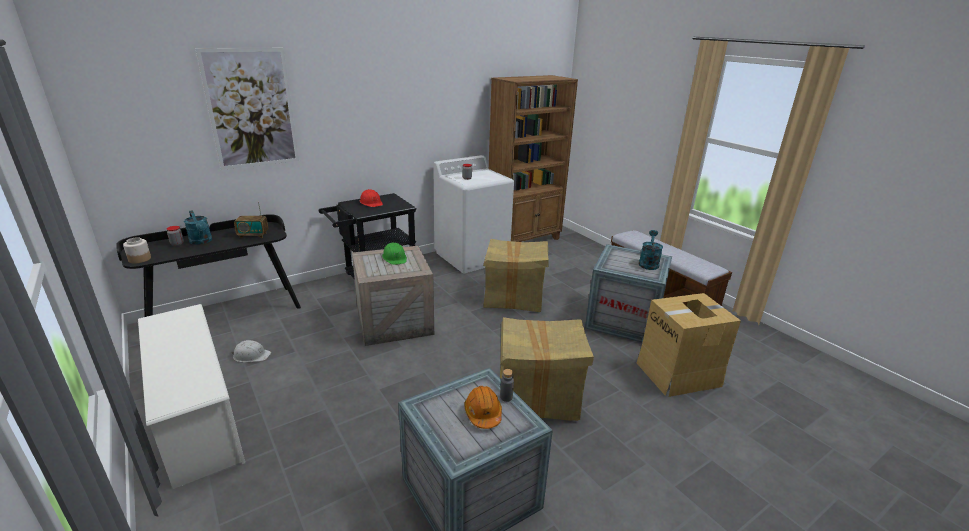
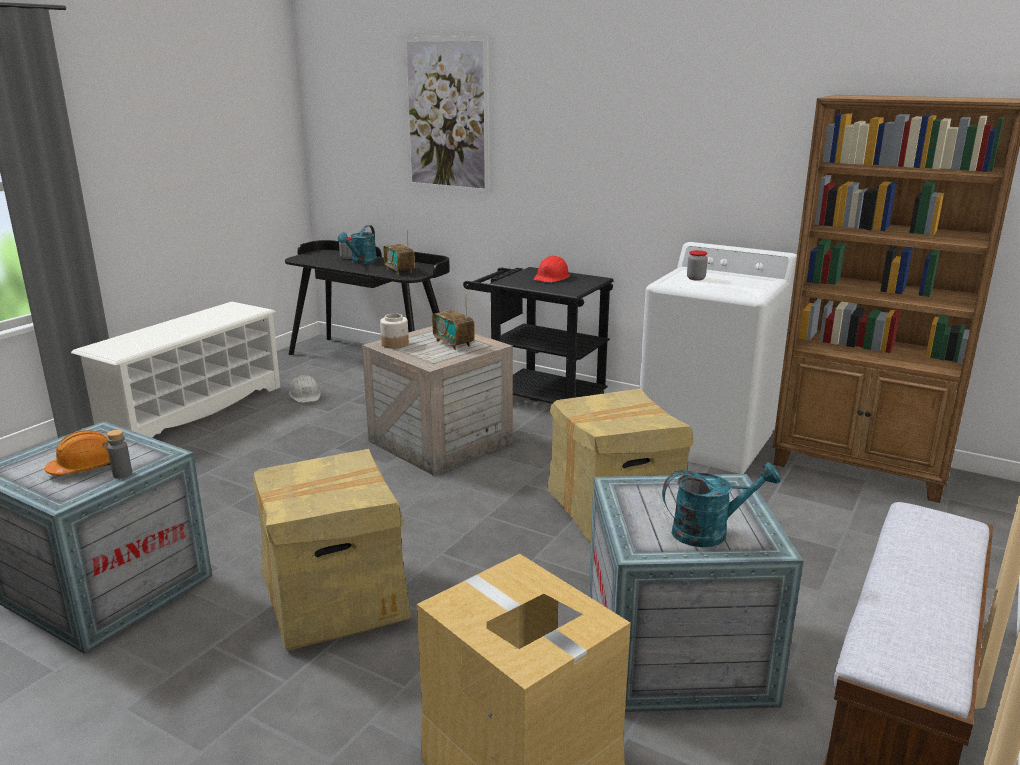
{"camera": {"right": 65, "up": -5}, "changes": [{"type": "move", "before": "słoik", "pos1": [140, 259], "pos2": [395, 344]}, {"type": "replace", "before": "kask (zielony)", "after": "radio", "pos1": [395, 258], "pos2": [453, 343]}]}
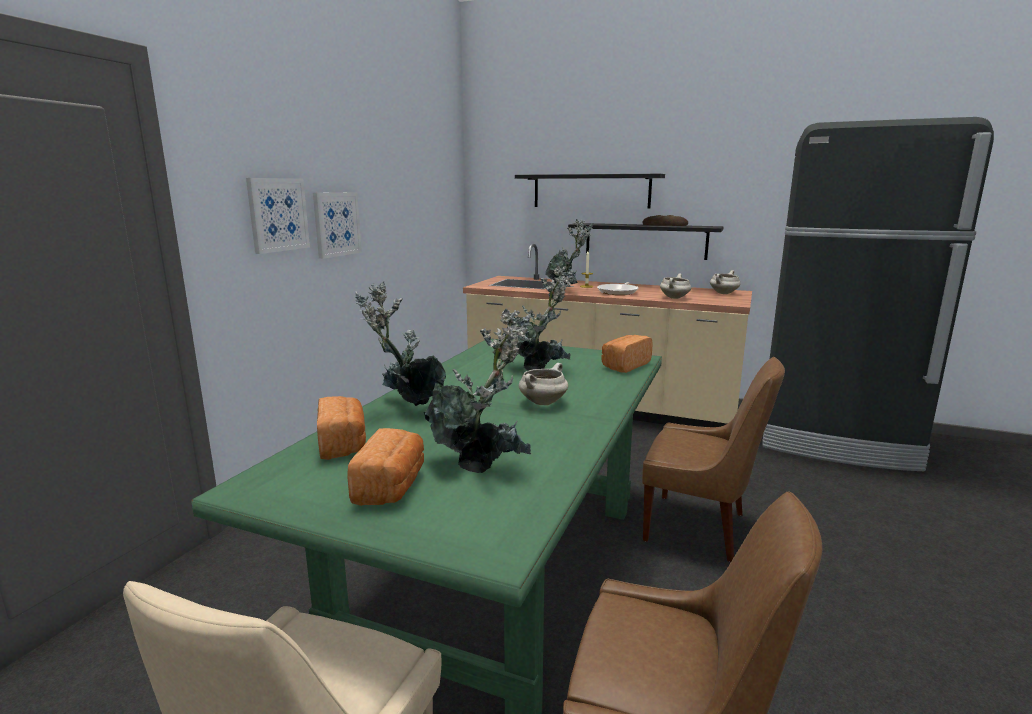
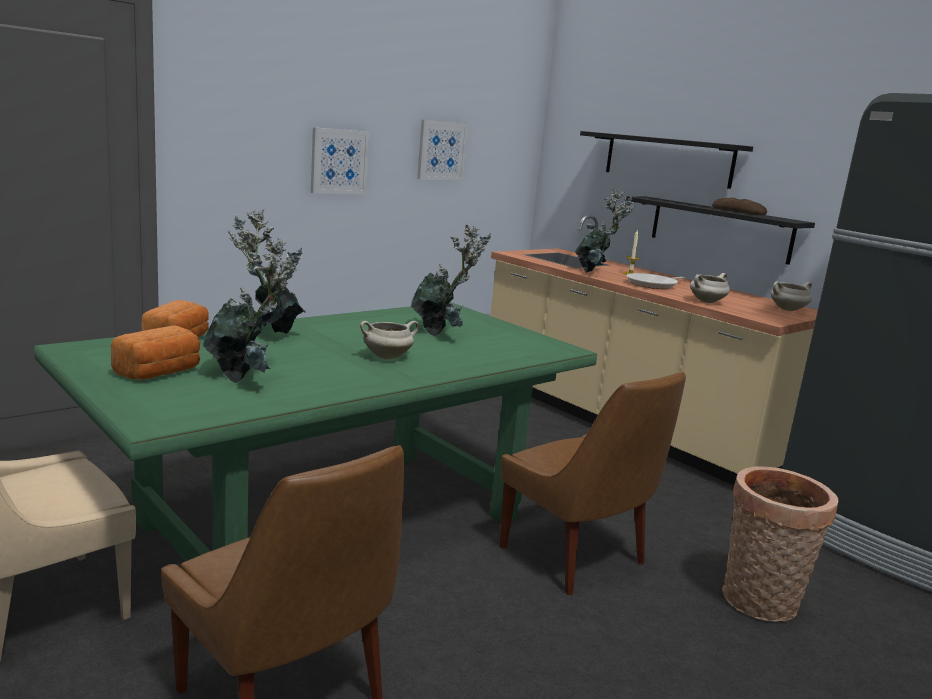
{"camera": {"right": 25, "up": 0}, "changes": [{"type": "move", "before": "obraz", "pos1": [278, 214], "pos2": [441, 150]}, {"type": "delete", "before": "chleb", "pos1": [624, 365]}, {"type": "insert", "after": "koszyk", "pos2": [759, 604]}]}
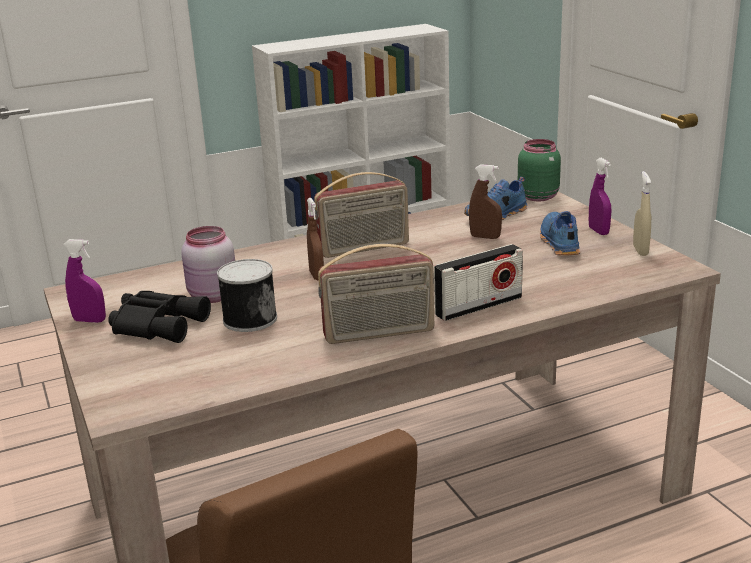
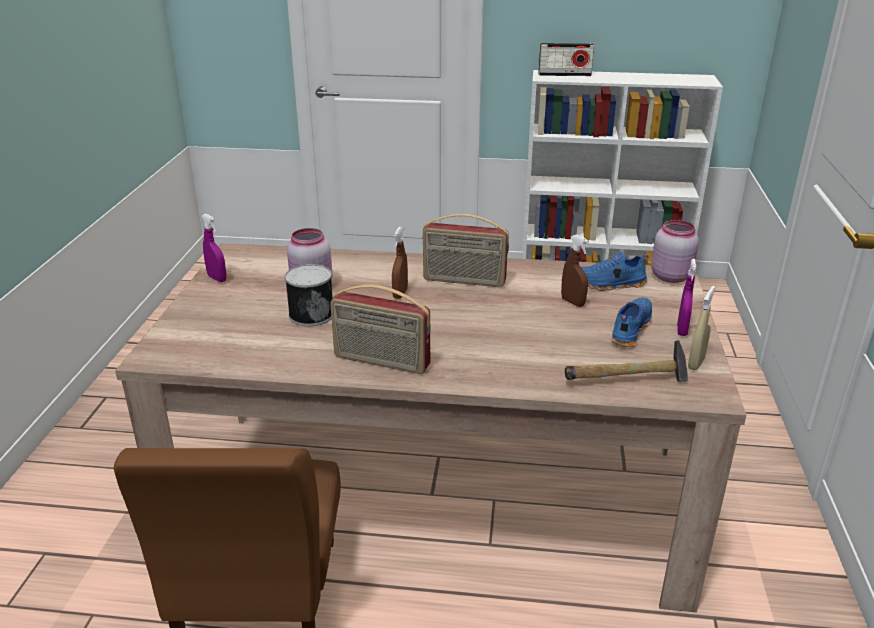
{"camera": {"right": 30, "up": 5}, "changes": [{"type": "recolor", "before": "słoik (zielony)", "after": "słoik (różowy)", "pos1": [538, 196], "pos2": [671, 276]}, {"type": "move", "before": "radio", "pos1": [478, 306], "pos2": [564, 74]}, {"type": "delete", "before": "lornetka (czarny)", "pos1": [159, 324]}, {"type": "insert", "after": "młotek", "pos2": [628, 381]}]}
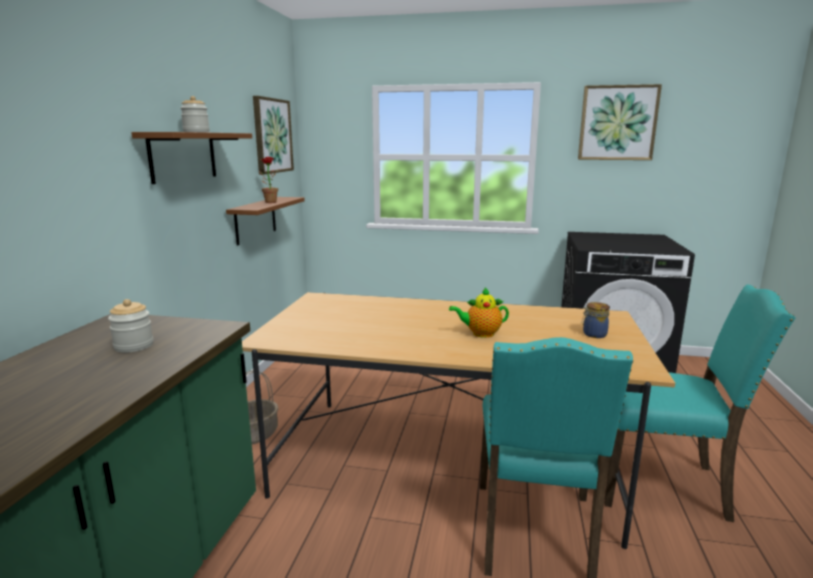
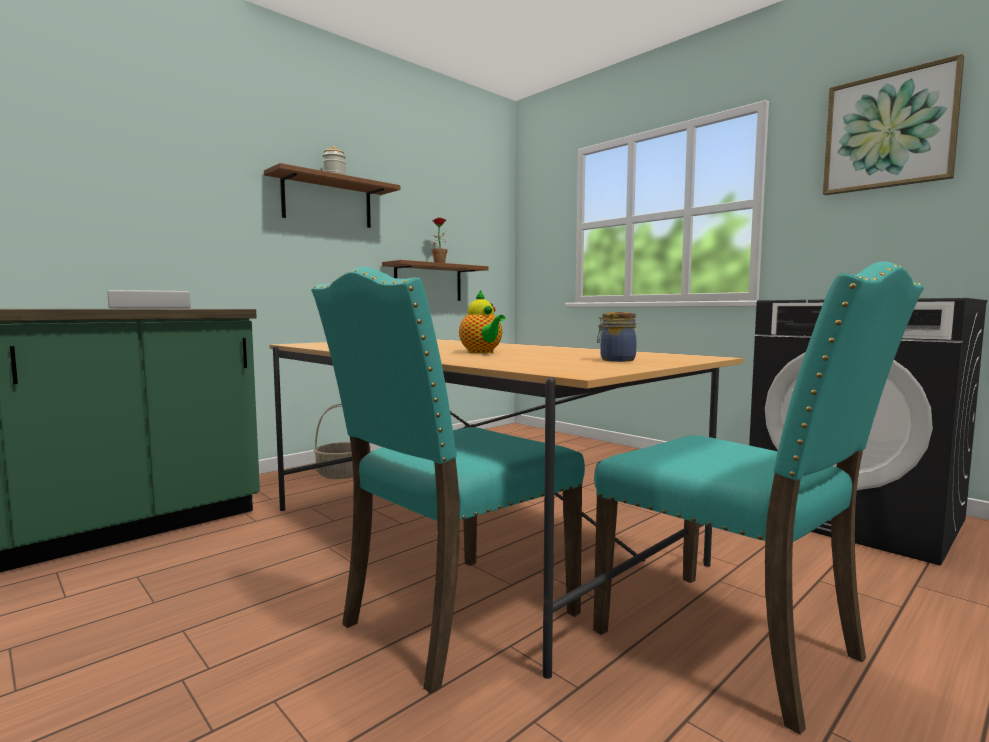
{"camera": {"right": 35, "up": -10}, "changes": [{"type": "delete", "before": "obraz", "pos1": [272, 136]}, {"type": "rotate", "before": "imbryk", "pos1": [480, 334], "pos2": [482, 352], "turn": -150}, {"type": "replace", "before": "słoik", "after": "taca (szary)", "pos1": [134, 346], "pos2": [152, 308]}]}
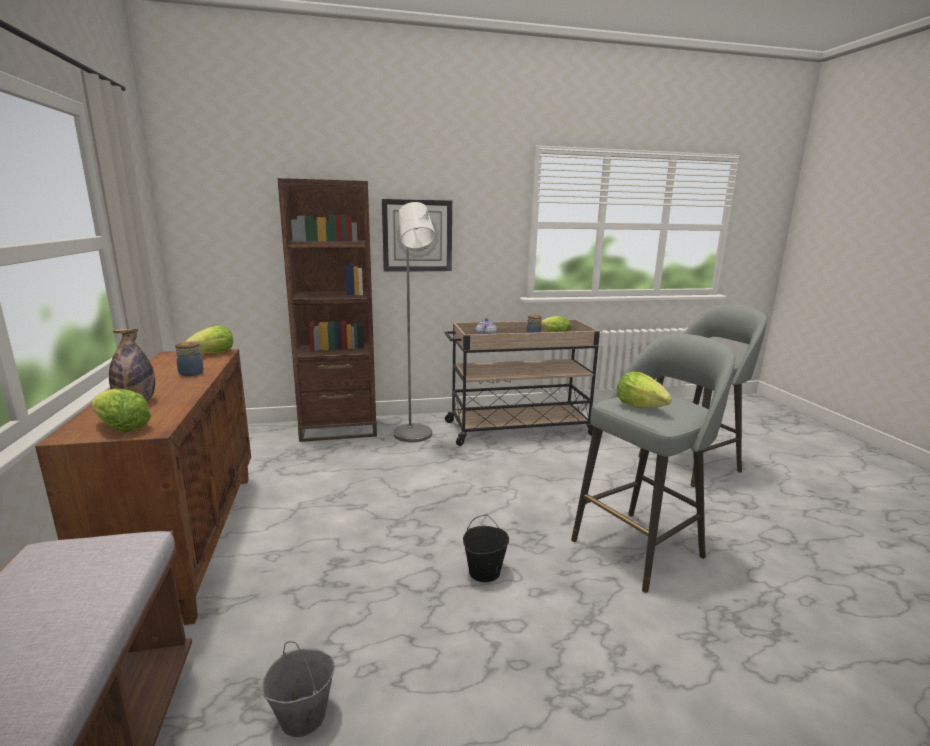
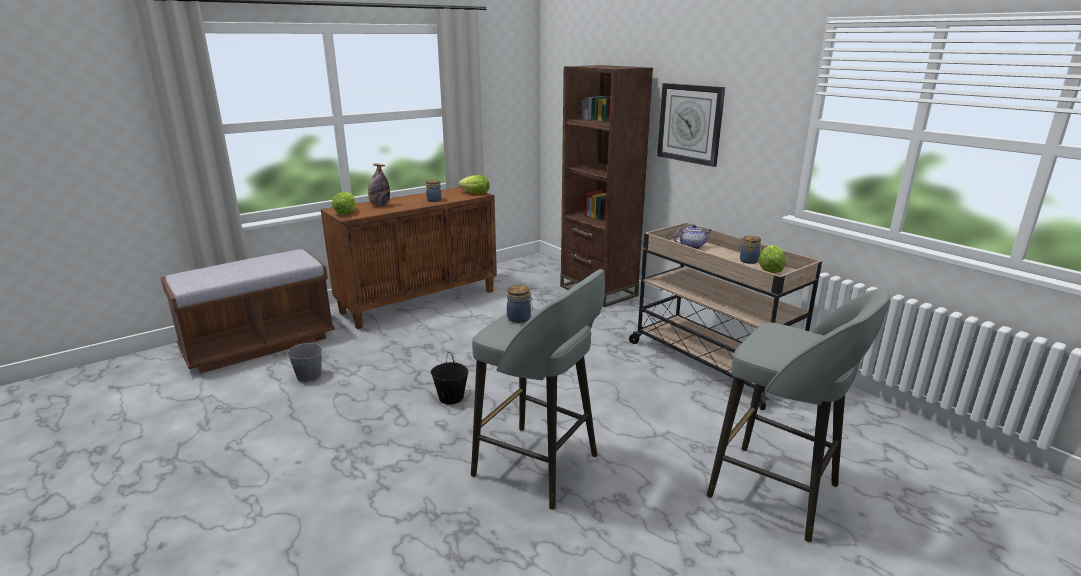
{"camera": {"right": 65, "up": 5}, "changes": [{"type": "delete", "before": "lampa stojąca (szary)", "pos1": [415, 437]}, {"type": "replace", "before": "sałata", "after": "słoik", "pos1": [640, 406], "pos2": [520, 318]}]}
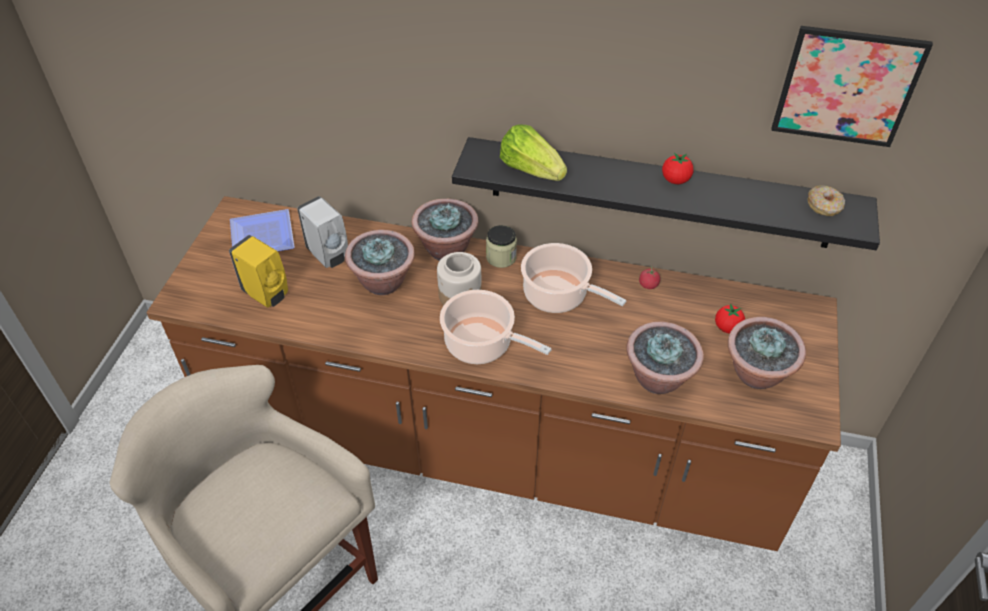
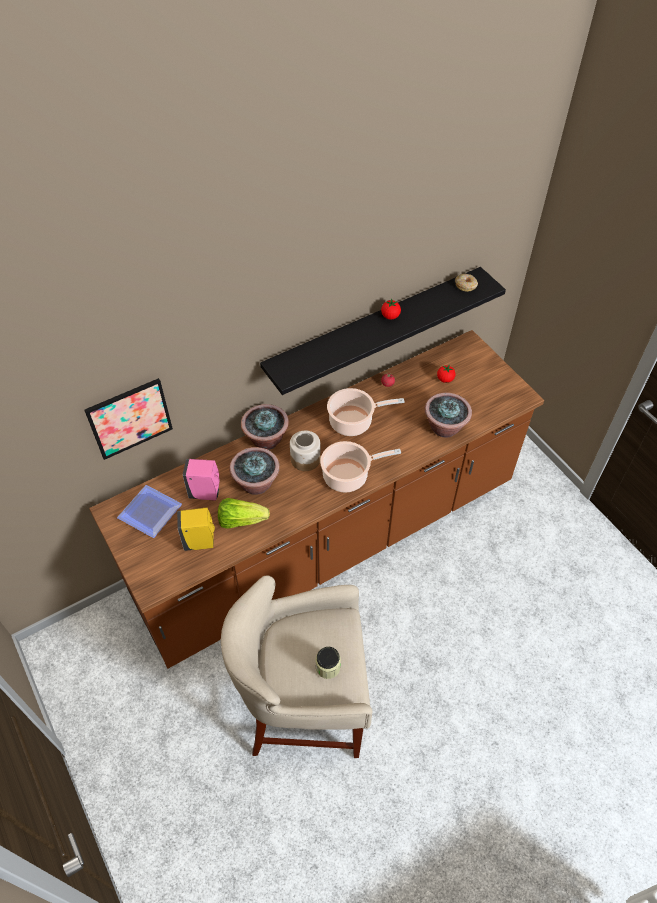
{"camera": {"right": -45, "up": 5}, "changes": [{"type": "move", "before": "obraz", "pos1": [847, 87], "pos2": [130, 418]}, {"type": "move", "before": "sałata", "pos1": [531, 170], "pos2": [241, 520]}, {"type": "recolor", "before": "dozownik mydła (biały)", "after": "dozownik mydła (różowy)", "pos1": [329, 256], "pos2": [206, 493]}, {"type": "move", "before": "słoik", "pos1": [501, 257], "pos2": [328, 667]}, {"type": "delete", "before": "roślina doniczkowa", "pos1": [756, 374]}]}
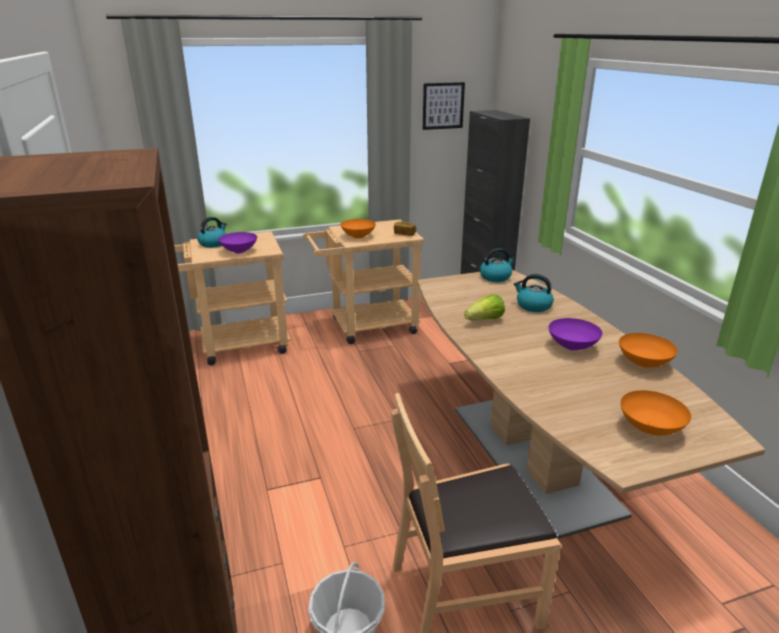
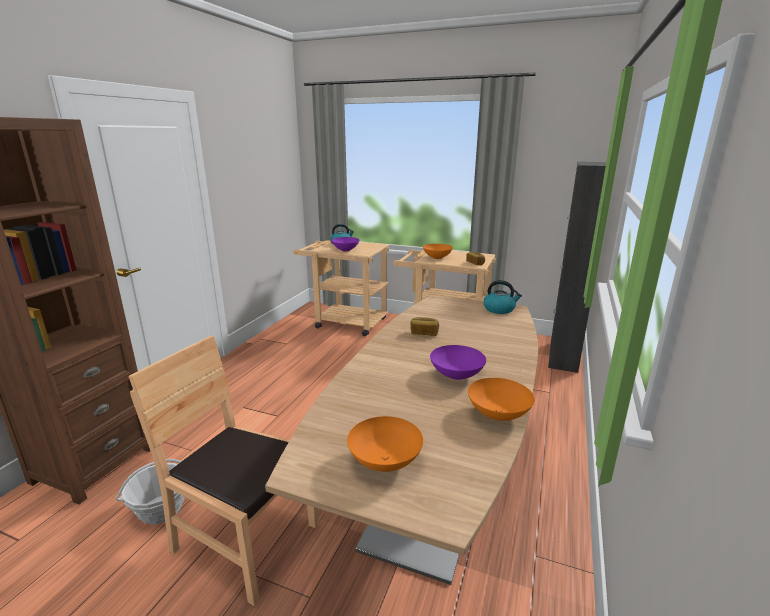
{"camera": {"right": 40, "up": -5}, "changes": [{"type": "delete", "before": "obraz", "pos1": [443, 106]}, {"type": "delete", "before": "czajnik", "pos1": [533, 306]}, {"type": "replace", "before": "sałata", "after": "chleb", "pos1": [485, 320], "pos2": [424, 333]}]}
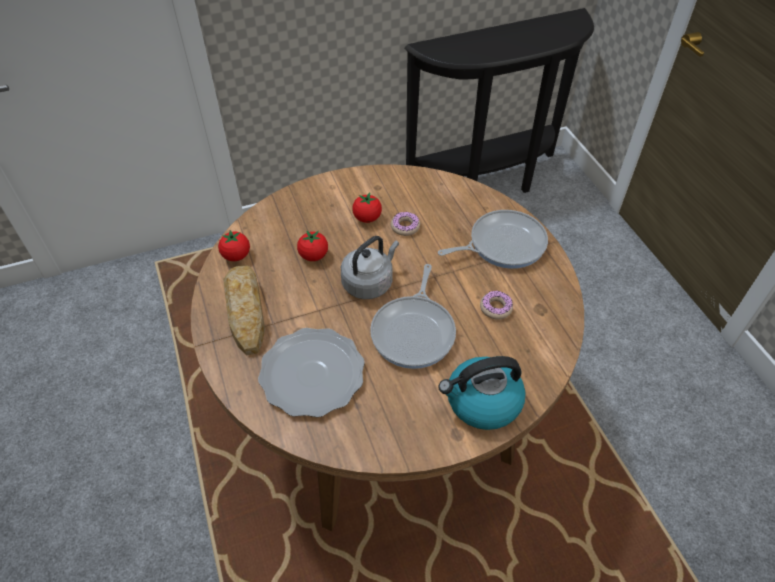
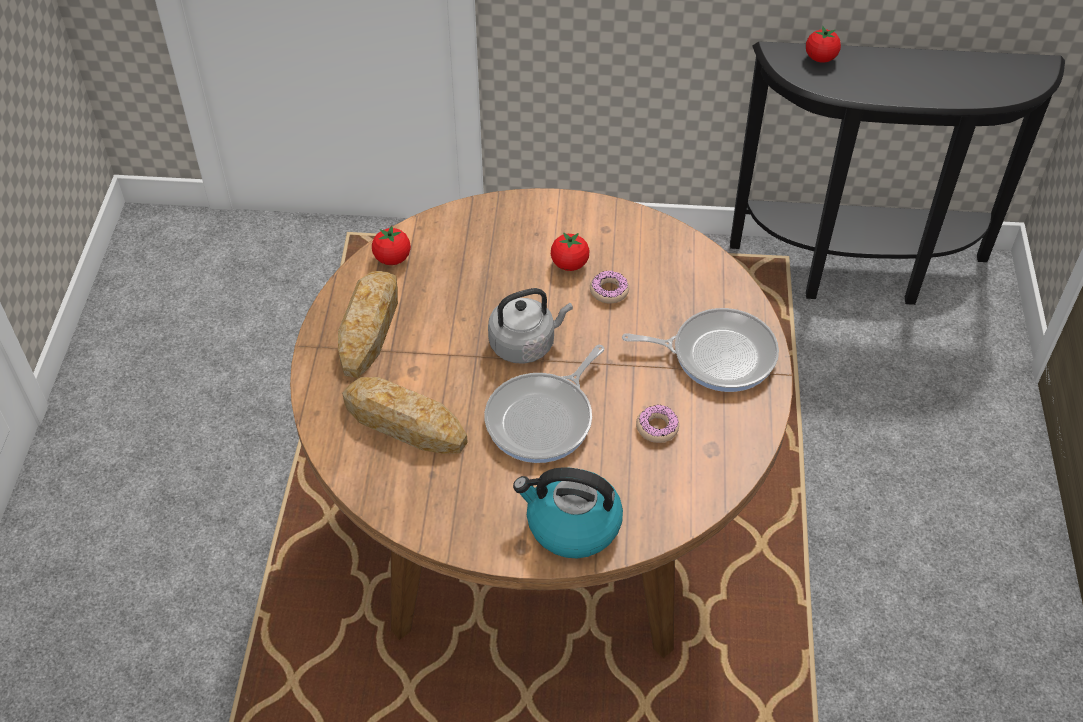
{"camera": {"right": 25, "up": 0}, "changes": [{"type": "move", "before": "pomidor", "pos1": [313, 255], "pos2": [820, 58]}, {"type": "replace", "before": "talerz", "after": "chleb", "pos1": [313, 374], "pos2": [404, 422]}]}
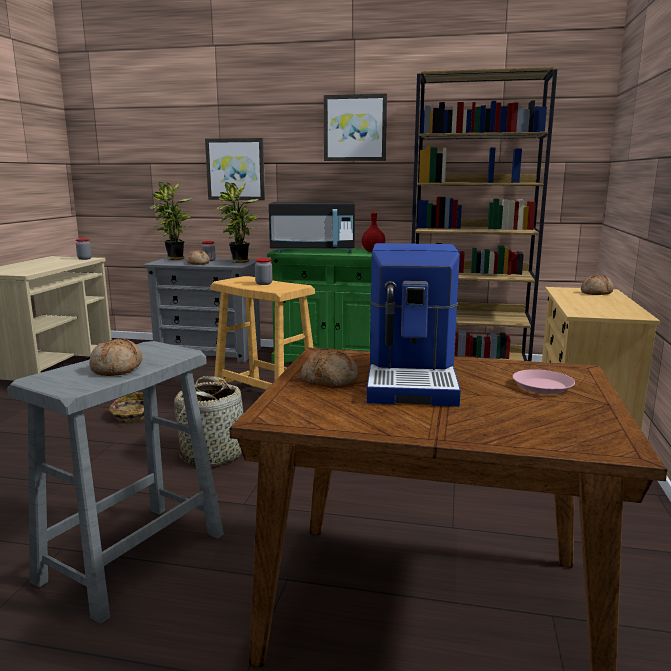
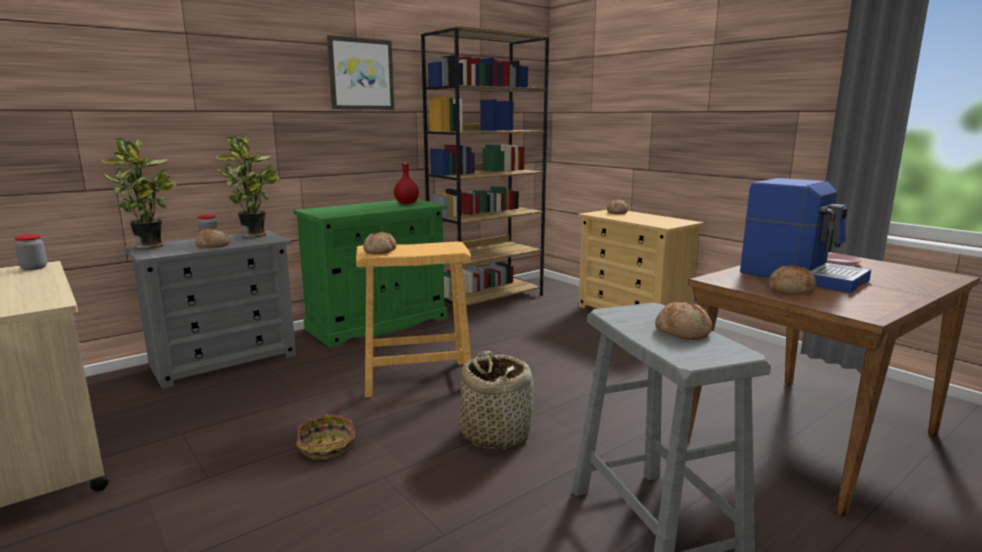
{"camera": {"right": -50, "up": 0}, "changes": [{"type": "delete", "before": "obraz", "pos1": [235, 169]}, {"type": "delete", "before": "mikrofalówka (czarny)", "pos1": [313, 250]}, {"type": "delete", "before": "słoik", "pos1": [264, 283]}, {"type": "insert", "after": "chleb", "pos2": [380, 251]}]}
